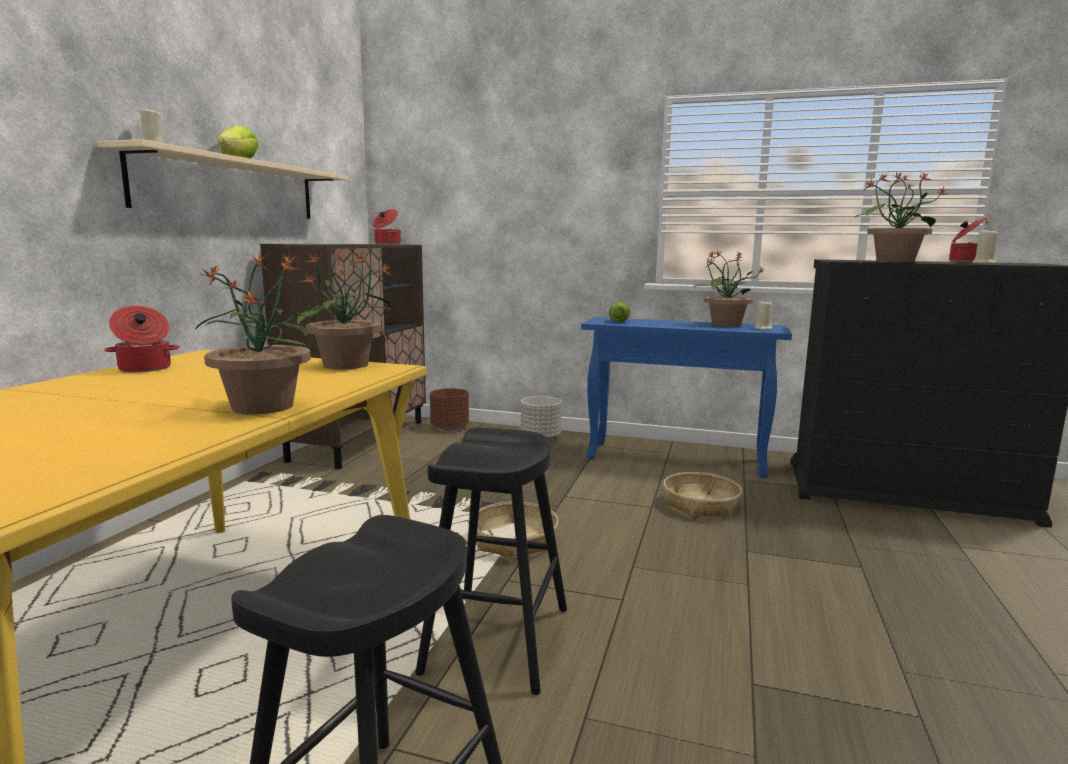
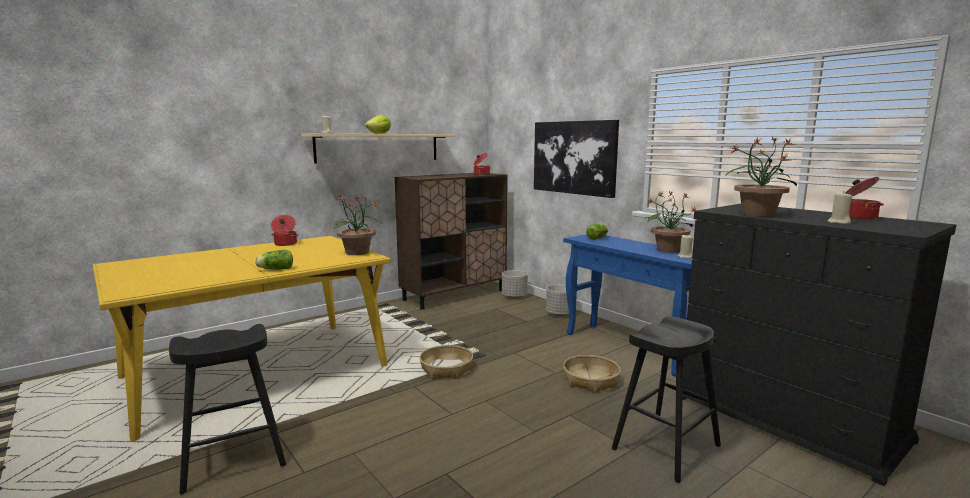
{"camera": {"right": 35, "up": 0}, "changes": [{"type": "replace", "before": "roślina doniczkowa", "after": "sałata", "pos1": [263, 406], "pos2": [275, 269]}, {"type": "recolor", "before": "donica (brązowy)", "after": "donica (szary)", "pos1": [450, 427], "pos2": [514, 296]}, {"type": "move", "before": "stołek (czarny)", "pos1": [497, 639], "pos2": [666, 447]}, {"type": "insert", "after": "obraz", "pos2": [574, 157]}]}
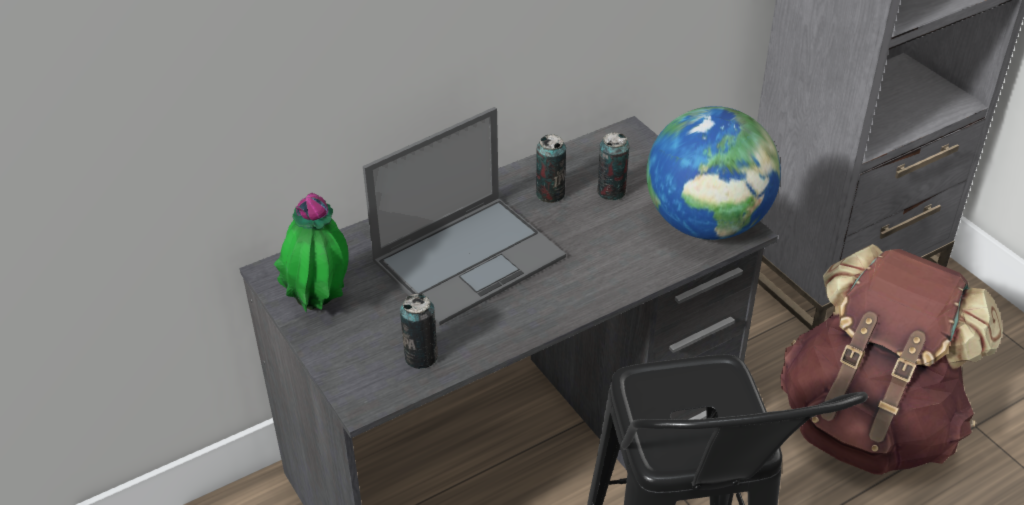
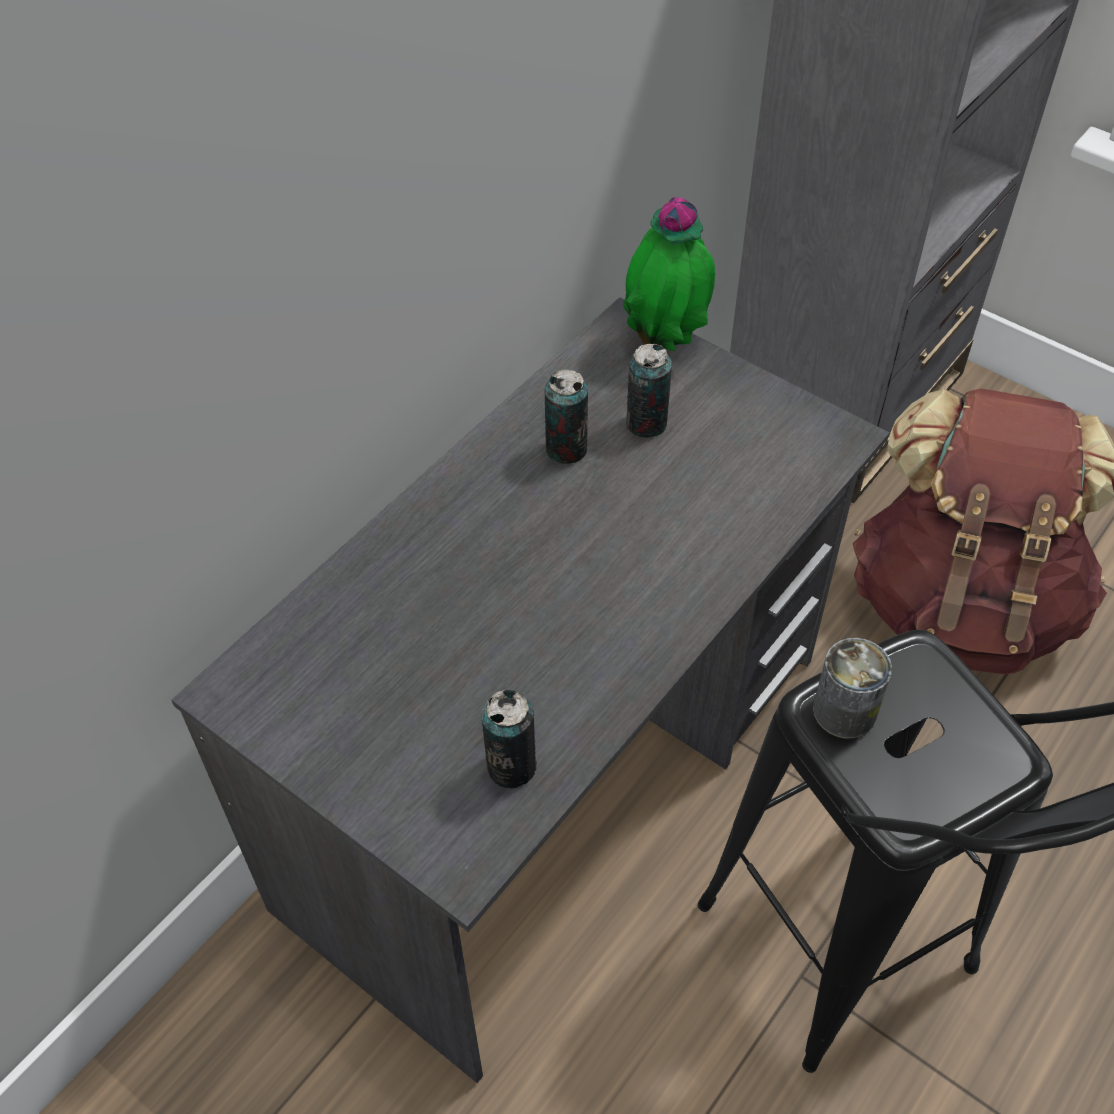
{"camera": {"right": -20, "up": 10}, "changes": [{"type": "delete", "before": "globus", "pos1": [706, 224]}, {"type": "delete", "before": "laptop", "pos1": [470, 258]}, {"type": "move", "before": "roślina doniczkowa", "pos1": [321, 305], "pos2": [666, 343]}, {"type": "insert", "after": "puszka", "pos2": [844, 711]}]}
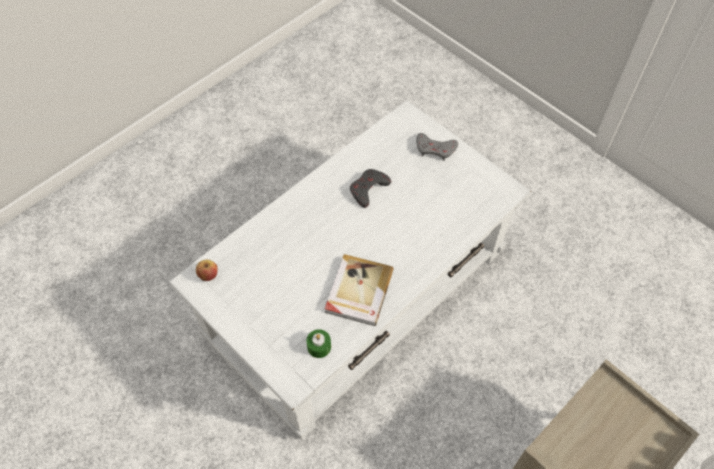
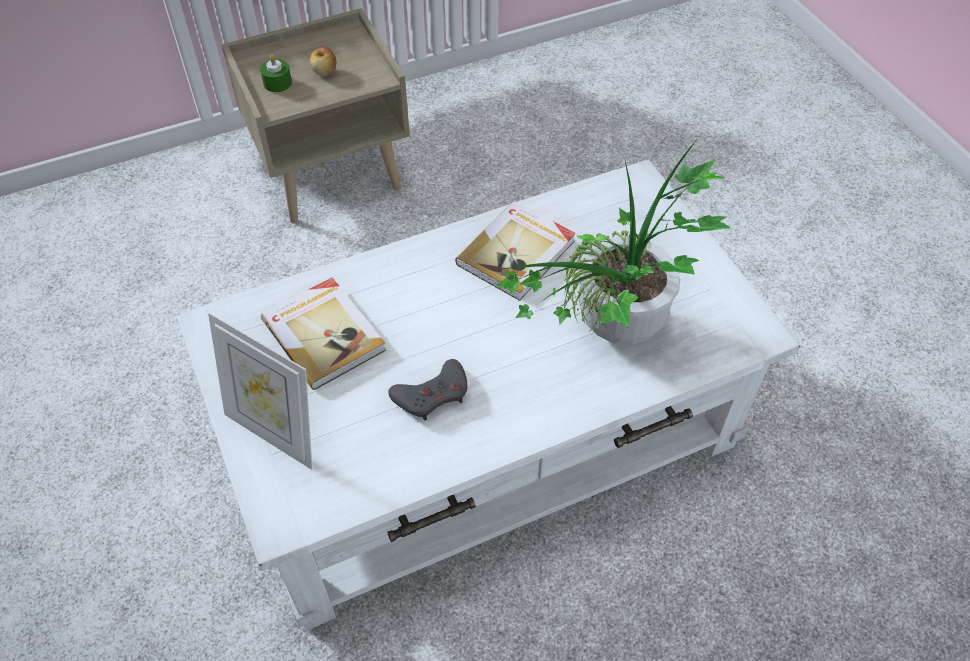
{"camera": {"right": -160, "up": -5}, "changes": [{"type": "replace", "before": "pad do gier (szary)", "after": "ramka na zdjęcie", "pos1": [435, 149], "pos2": [275, 432]}, {"type": "move", "before": "jabłko", "pos1": [208, 275], "pos2": [324, 72]}, {"type": "move", "before": "świeca (zielony)", "pos1": [319, 346], "pos2": [277, 83]}, {"type": "insert", "after": "roślina doniczkowa", "pos2": [610, 336]}, {"type": "insert", "after": "książka", "pos2": [324, 334]}]}
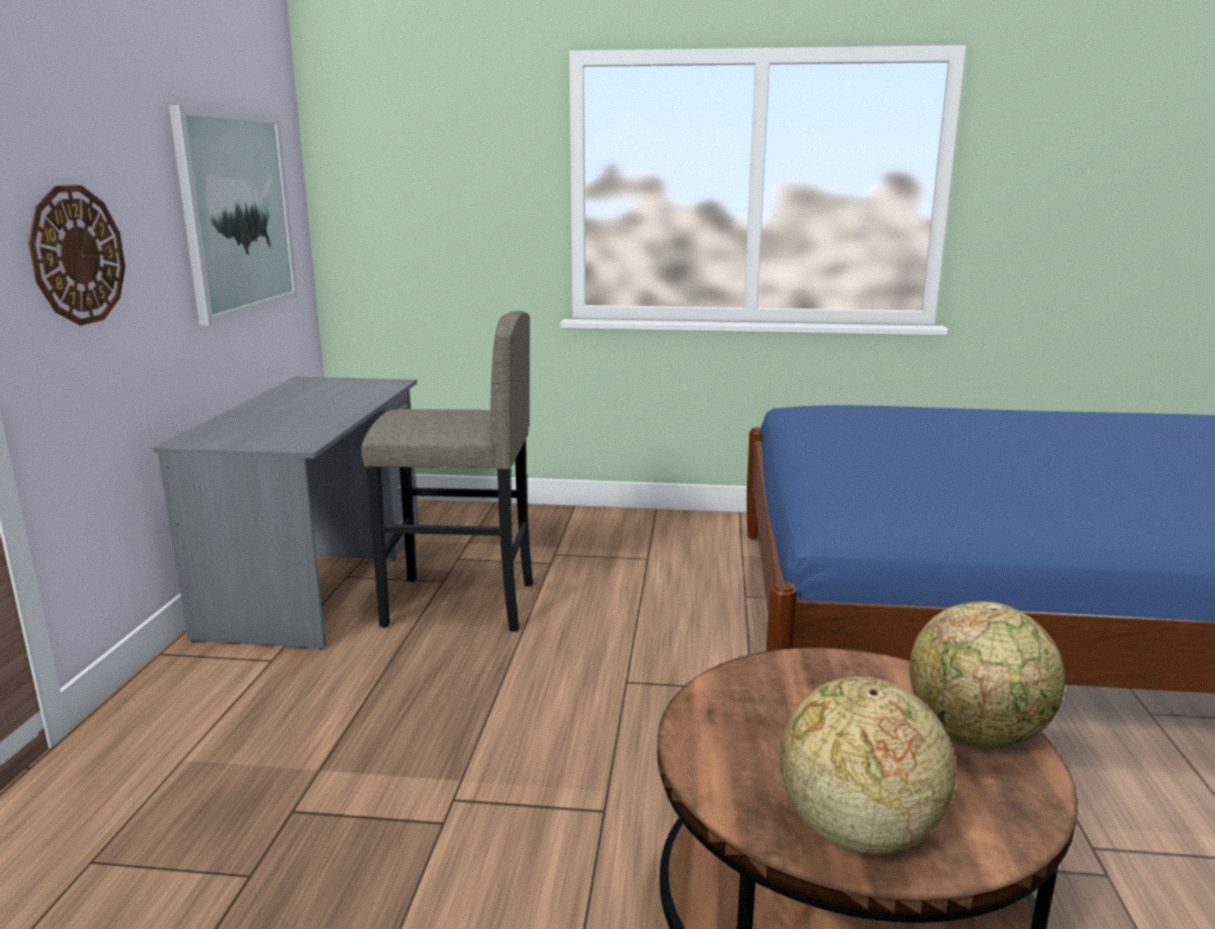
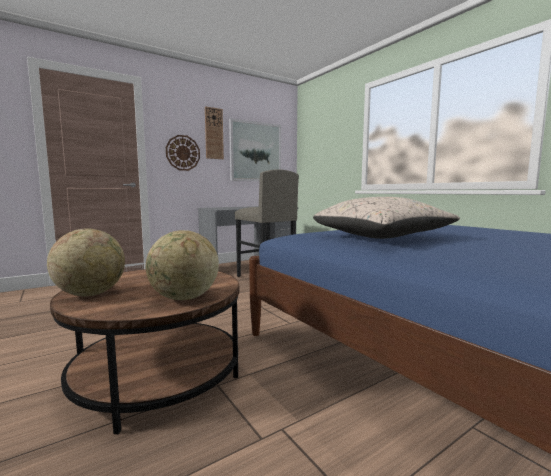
{"camera": {"right": 50, "up": -10}, "changes": [{"type": "insert", "after": "zegar ścienny", "pos2": [214, 133]}, {"type": "insert", "after": "poduszka (beżowy)", "pos2": [381, 238]}]}
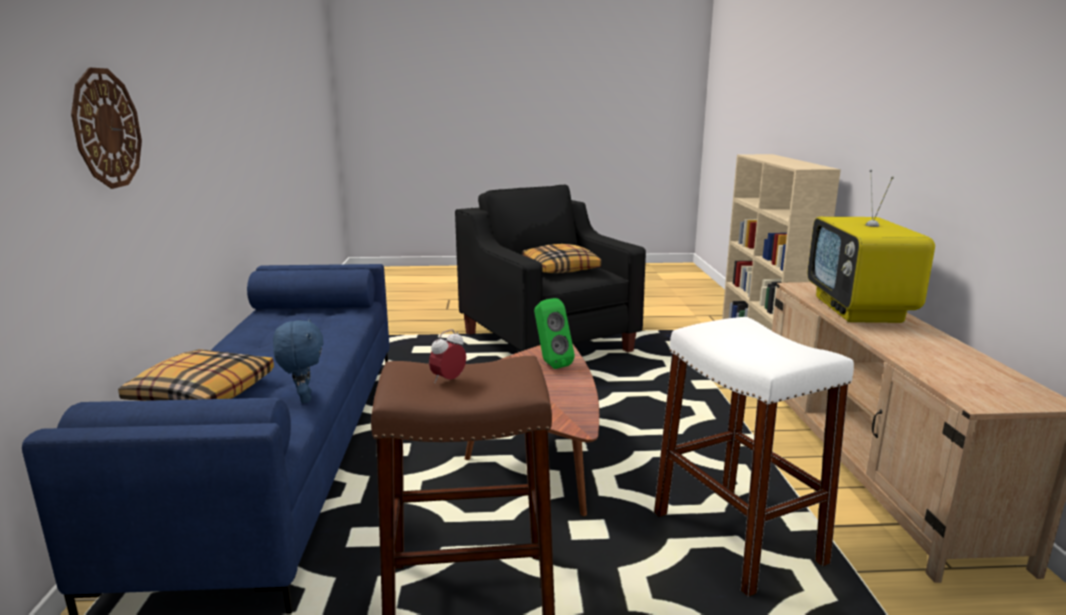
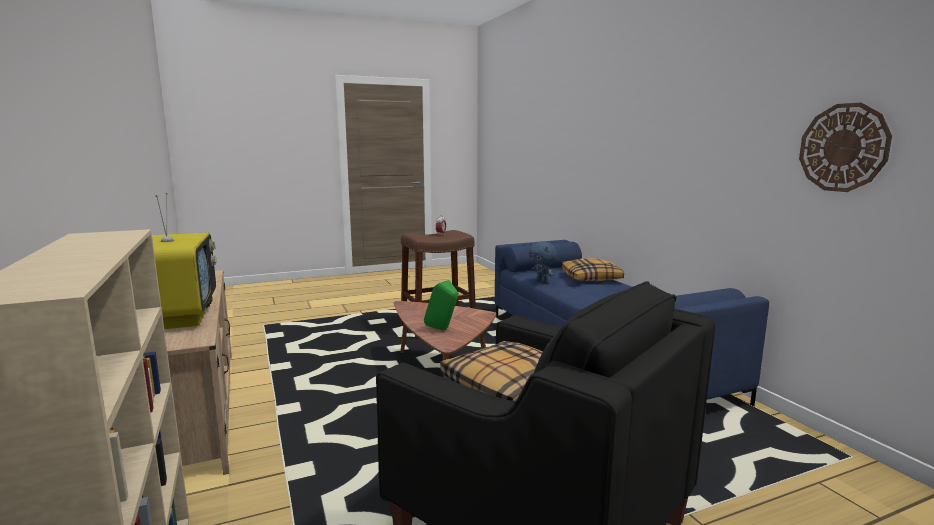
{"camera": {"right": 160, "up": -5}, "changes": [{"type": "move", "before": "zegar ścienny", "pos1": [106, 128], "pos2": [843, 148]}, {"type": "delete", "before": "stołek (biały)", "pos1": [736, 537]}]}
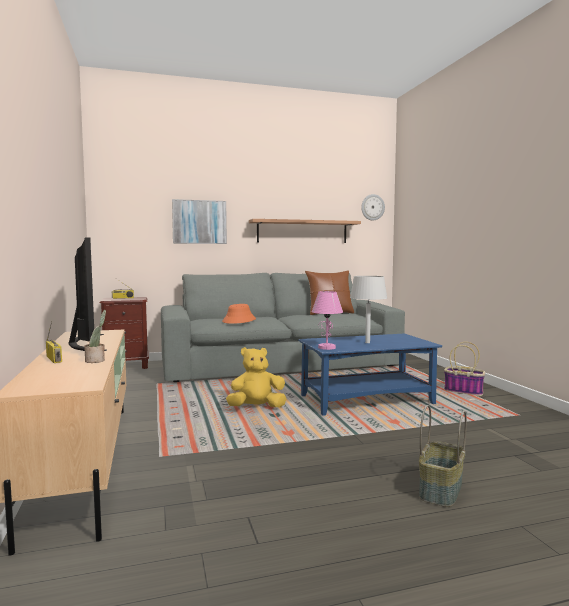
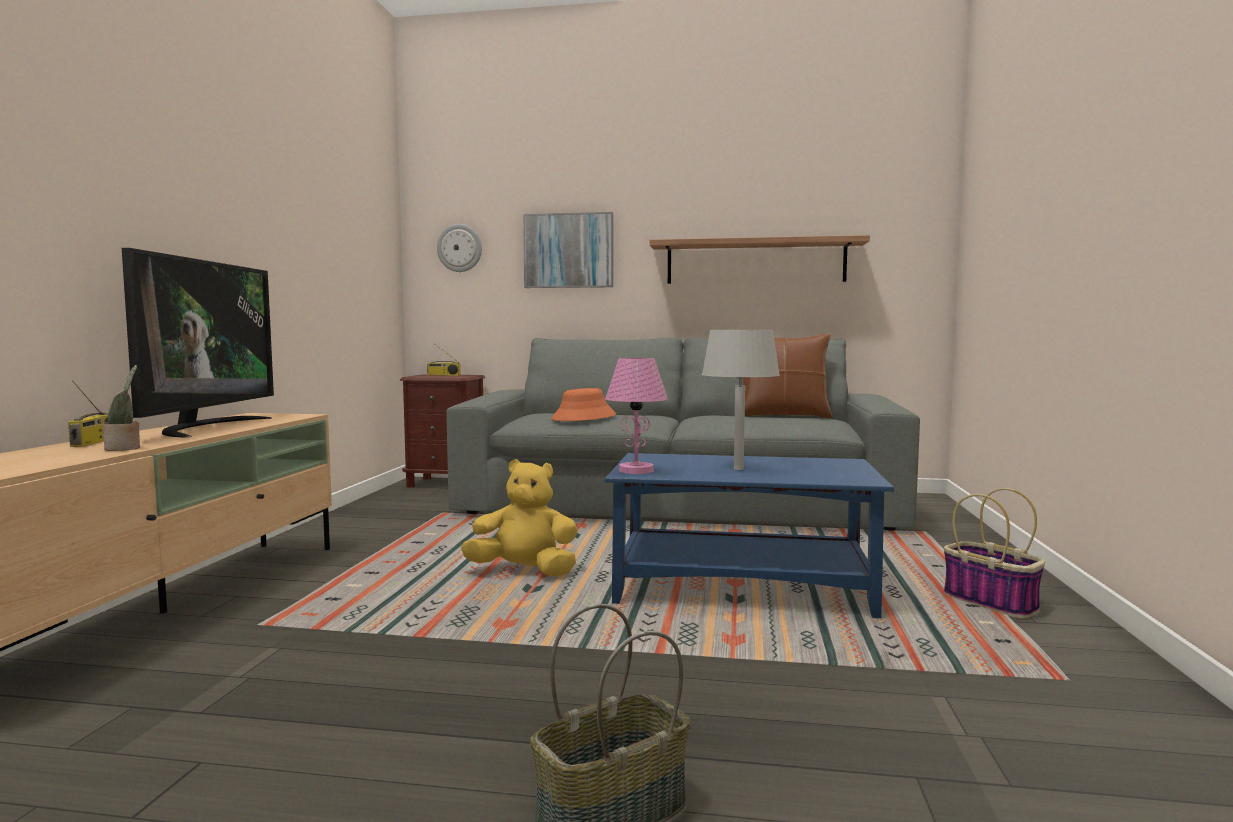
{"camera": {"right": 25, "up": 0}, "changes": [{"type": "move", "before": "zegar ścienny", "pos1": [372, 207], "pos2": [460, 248]}]}
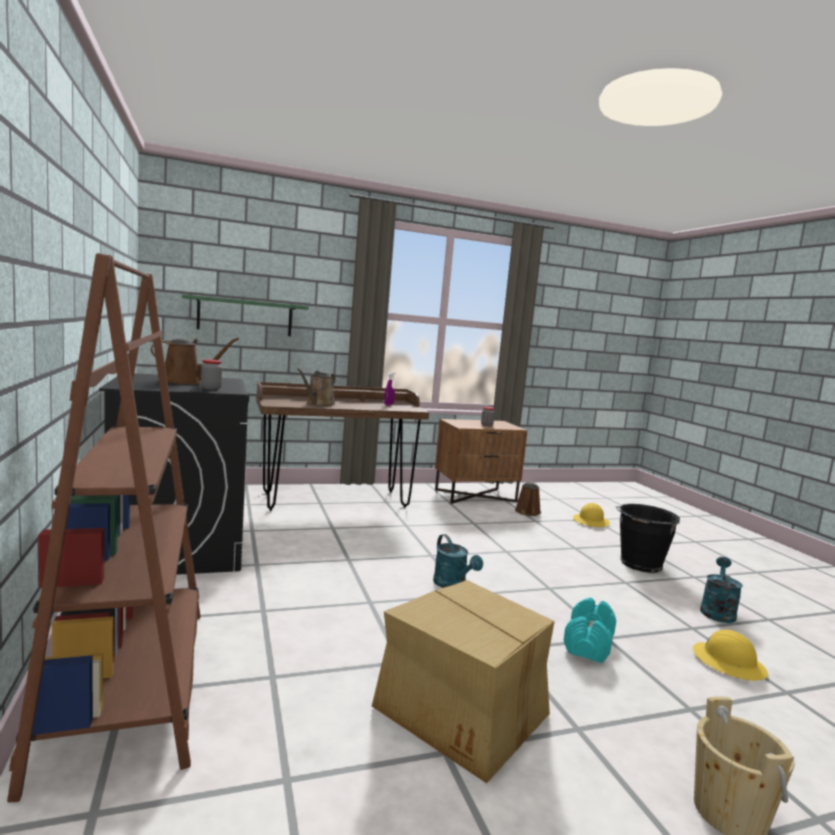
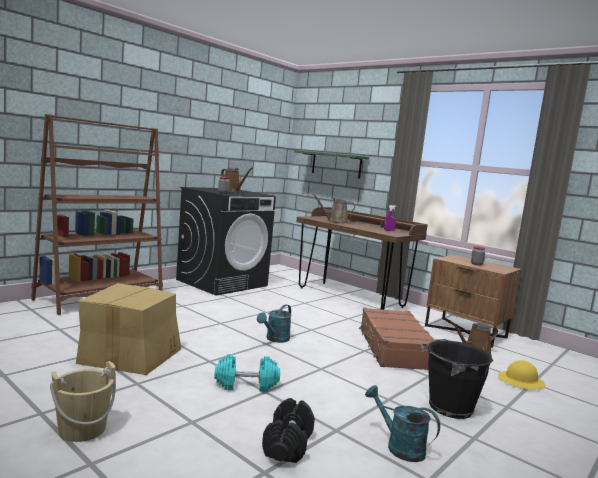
{"camera": {"right": 60, "up": 0}, "changes": [{"type": "rotate", "before": "konewka (turkusowy)", "pos1": [717, 611], "pos2": [399, 447], "turn": -135}, {"type": "replace", "before": "kask (żółty)", "after": "hantel (czarny)", "pos1": [728, 662], "pos2": [288, 444]}, {"type": "insert", "after": "walizka (brązowy)", "pos2": [393, 349]}]}
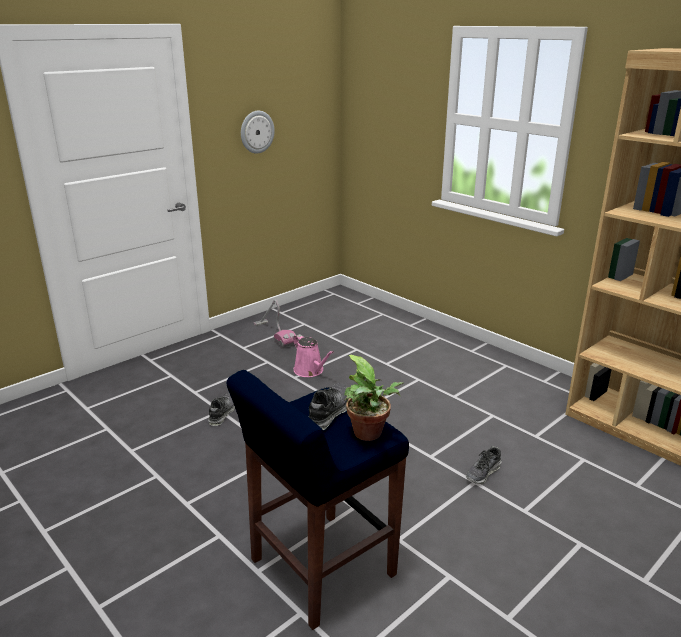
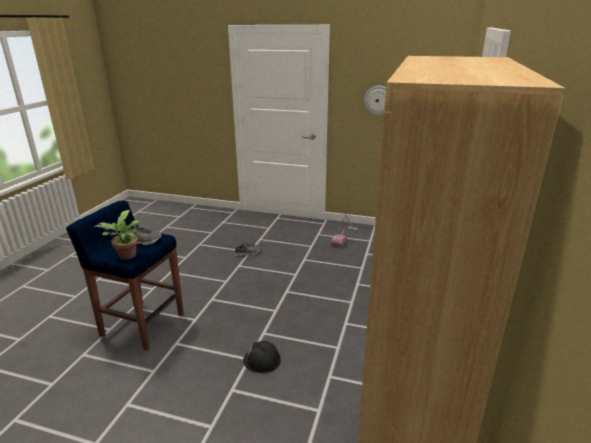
{"camera": {"right": 60, "up": 0}, "changes": [{"type": "delete", "before": "konewka (różowy)", "pos1": [310, 371]}, {"type": "replace", "before": "but", "after": "kask (czarny)", "pos1": [483, 473], "pos2": [261, 360]}]}
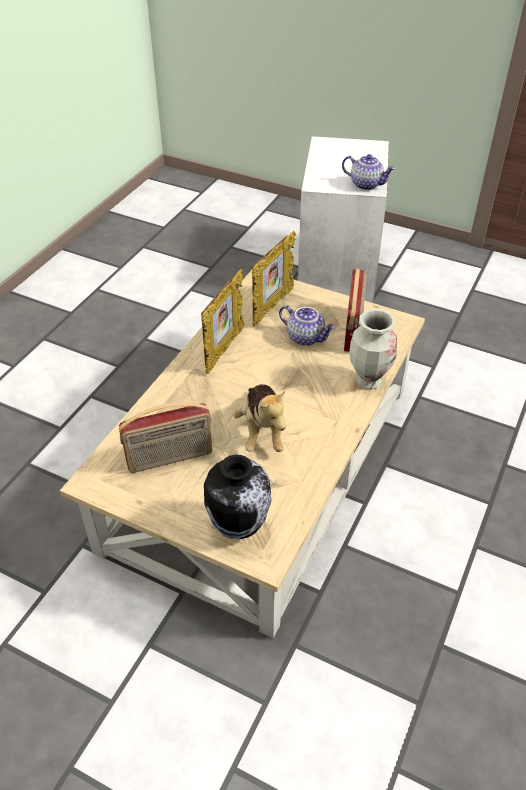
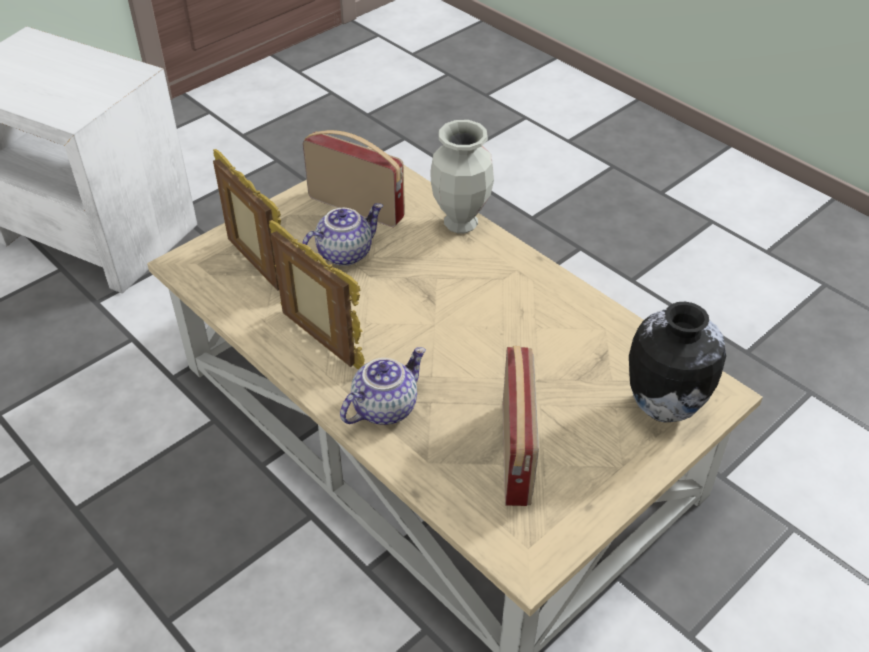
{"camera": {"right": -70, "up": 0}, "changes": [{"type": "move", "before": "imbryk", "pos1": [366, 184], "pos2": [384, 407]}, {"type": "delete", "before": "pluszak", "pos1": [262, 430]}]}
